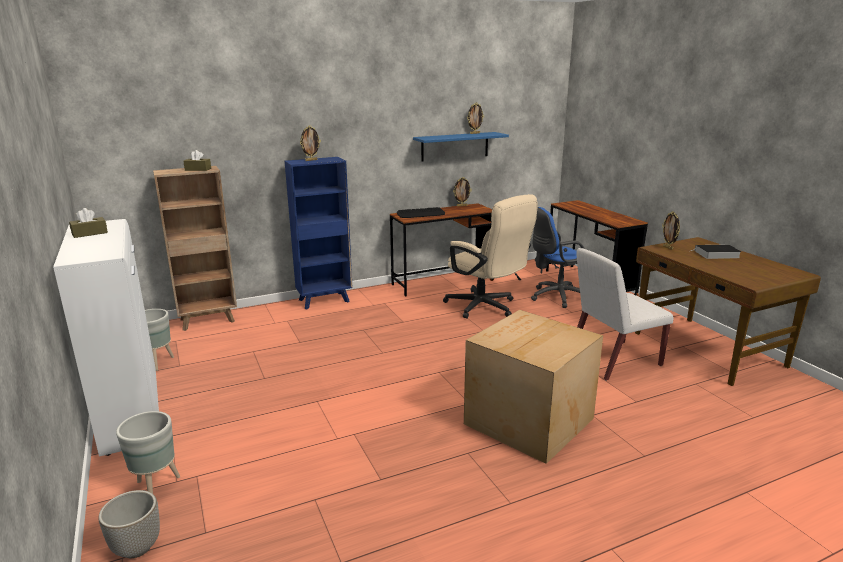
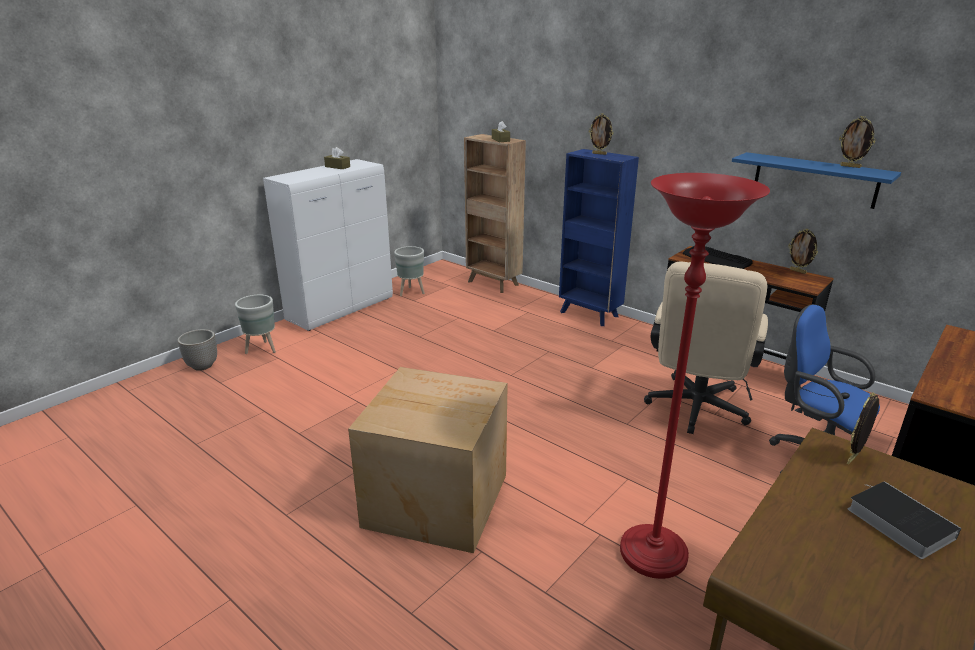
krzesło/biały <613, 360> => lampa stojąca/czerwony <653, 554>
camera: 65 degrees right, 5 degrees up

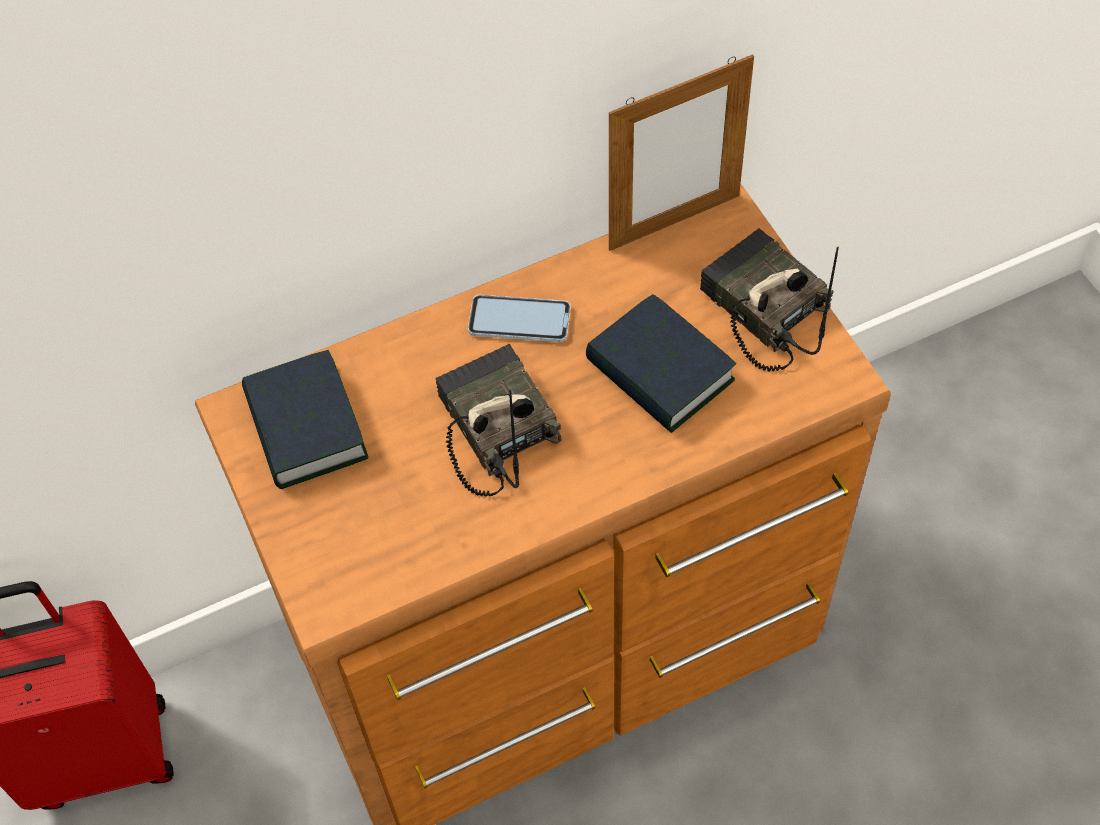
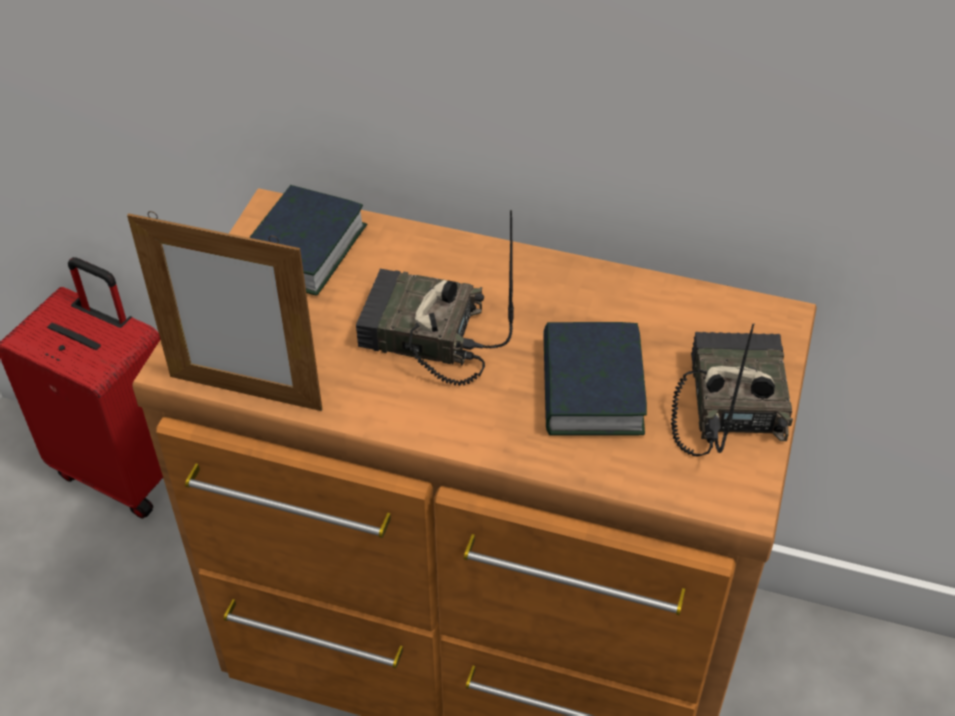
ramka na zdjęcie <674, 222> => ramka na zdjęcie <245, 392>, moved
telefon <519, 320> => nothing
radio <492, 428> => radio <423, 338>, 90 degrees counterclockwise
camera: 40 degrees right, 10 degrees down

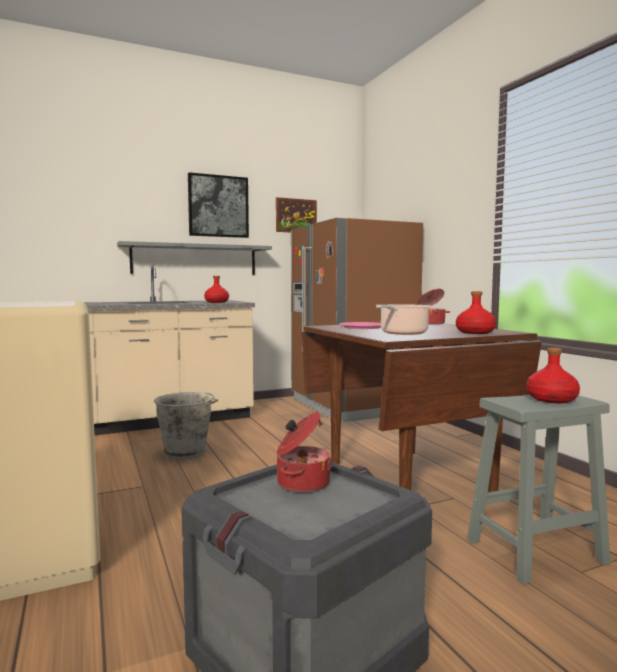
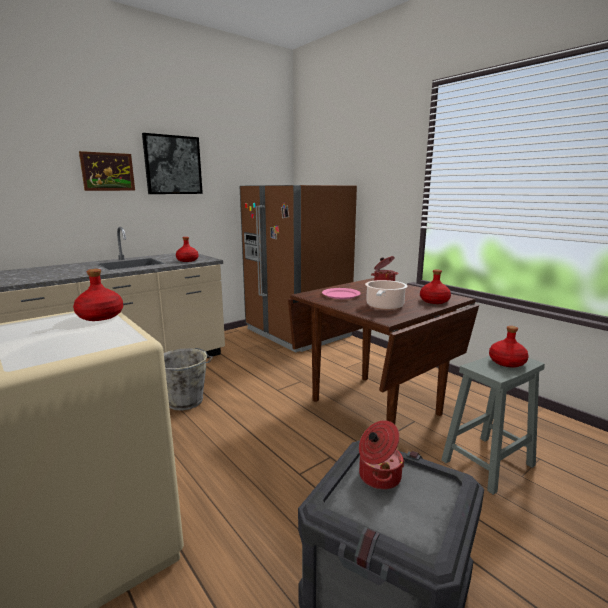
obraz <296, 215> => obraz <108, 171>, moved
półka/szary <195, 259> => nothing
nothing => butelka/czerwony <100, 316>
camera: 15 degrees left, 10 degrees up

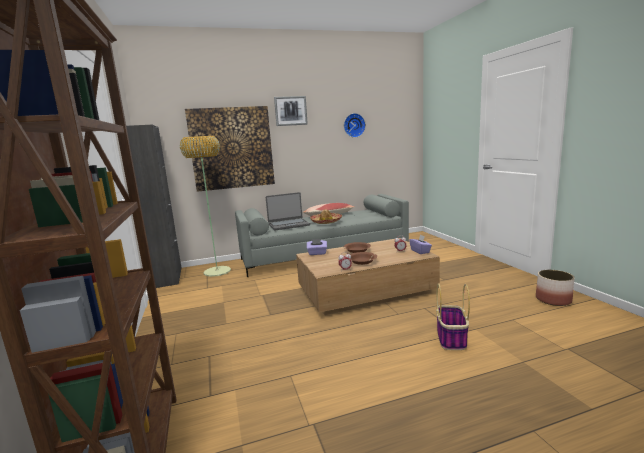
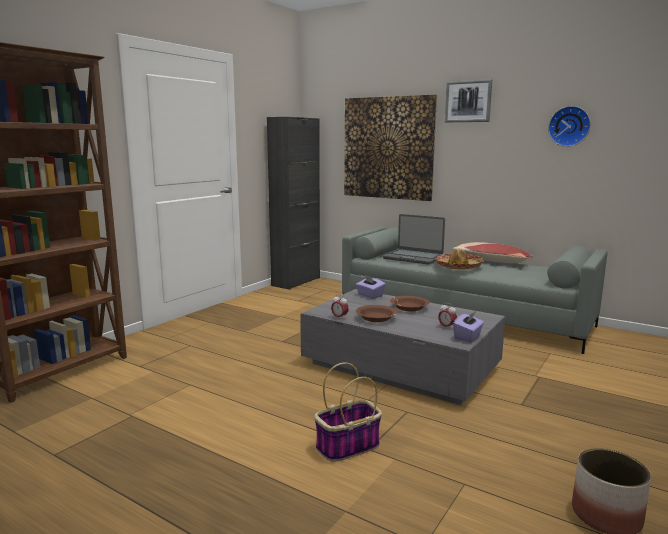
lampa stojąca <217, 271> => nothing
ława/brązowy <366, 291> => ława/szary <401, 366>
camera: 50 degrees right, 0 degrees up

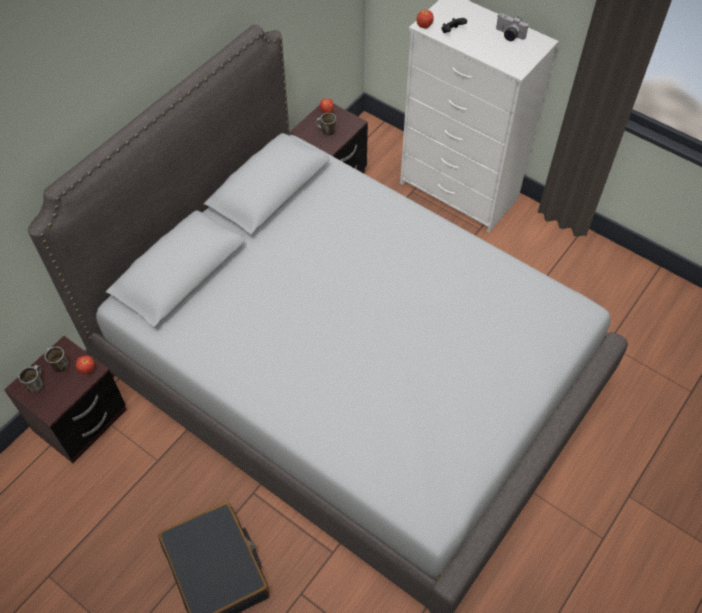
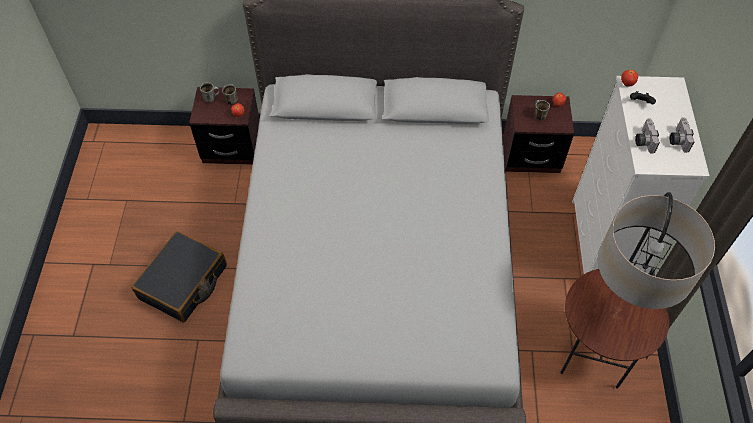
nothing => aparat fotograficzny <643, 141>
nothing => lampa stojąca <592, 354>
camera: 55 degrees right, 0 degrees up

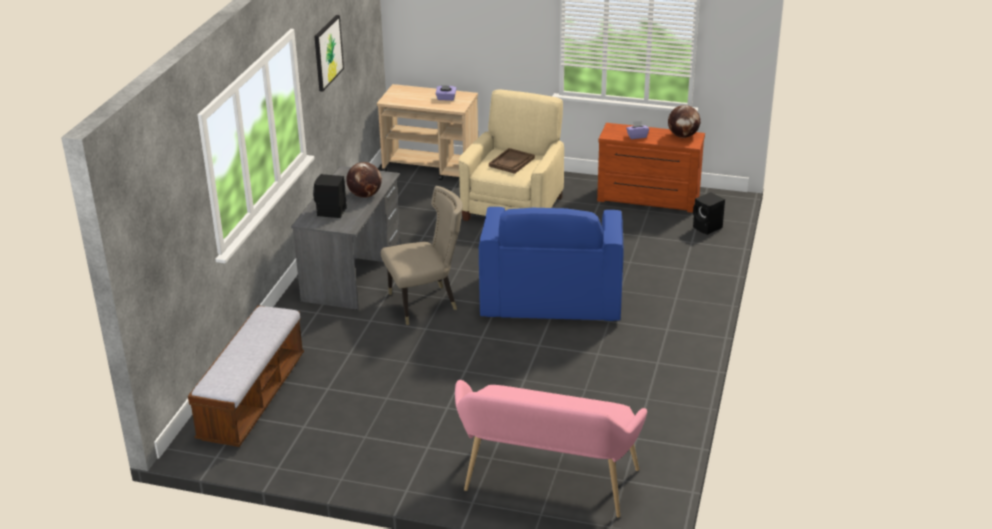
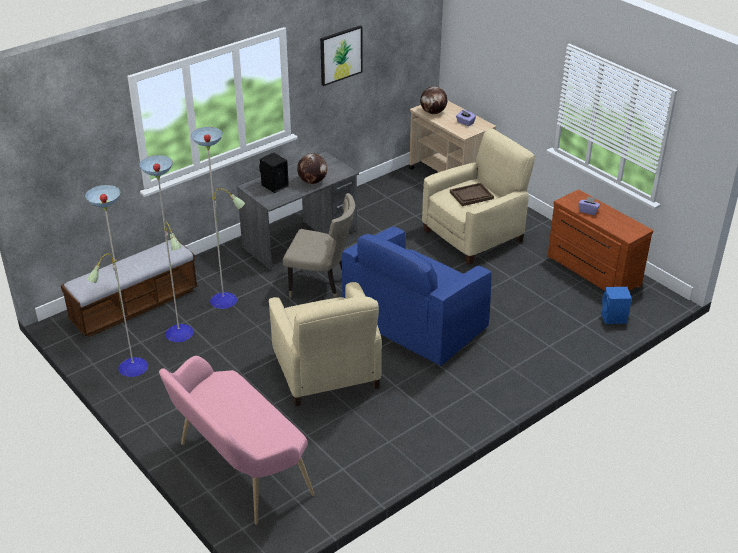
globus <683, 136> => globus <433, 112>, moved
głośnik/czarny <708, 228> => głośnik/niebieski <613, 318>
nothing => lampa stojąca <180, 334>
nothing => fotel/beżowy <326, 371>
camera: 35 degrees right, 5 degrees up

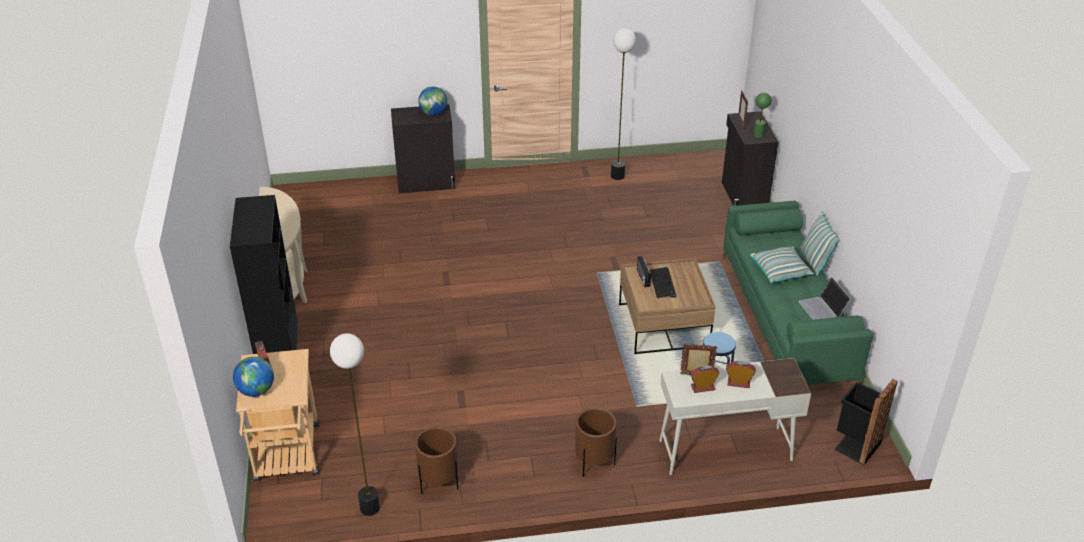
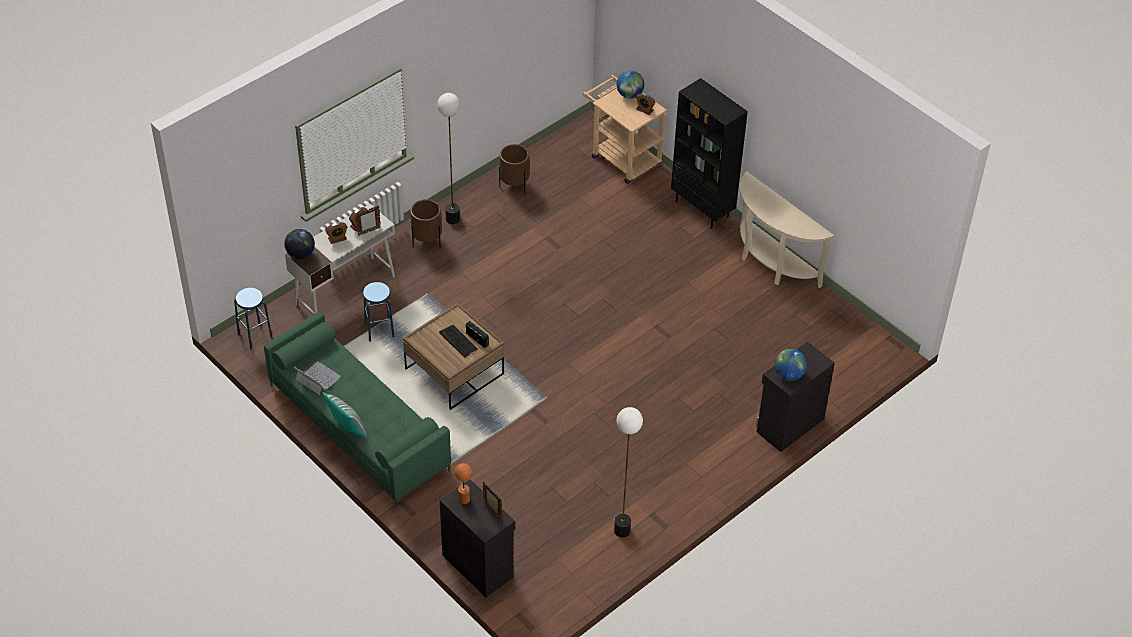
lampa stołowa/zielony <758, 135> => lampa stołowa/pomarańczowy <464, 499>
poduszka <780, 271> => nothing
lampa stojąca <370, 507> => lampa stojąca <452, 219>, moved
kosz na śmieci/czarny <855, 445> => stołek/niebieski <255, 336>
nothing => globus <300, 254>
camera: 145 degrees right, 10 degrees up

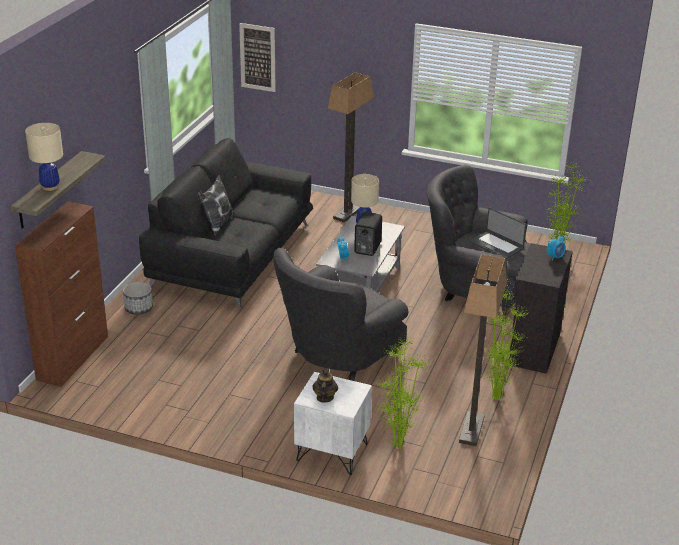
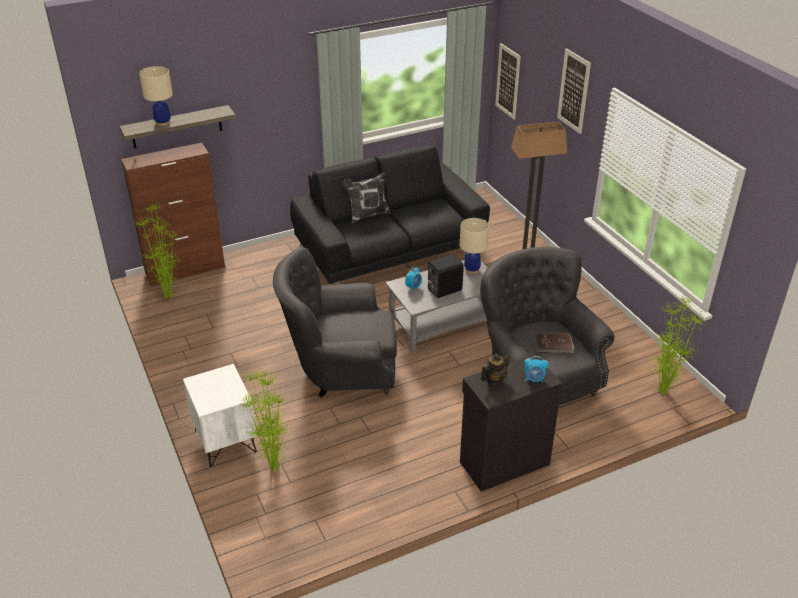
laptop <496, 245> => książka/brązowy <553, 345>
lampa stojąca <472, 430> => nothing
donica <138, 308> => nothing
roślina doniczkowa <495, 397> => roślina doniczkowa <168, 296>, moved
imbryk <324, 397> => imbryk <494, 380>, moved
nothing => obraz <573, 91>
camera: 45 degrees right, 5 degrees up

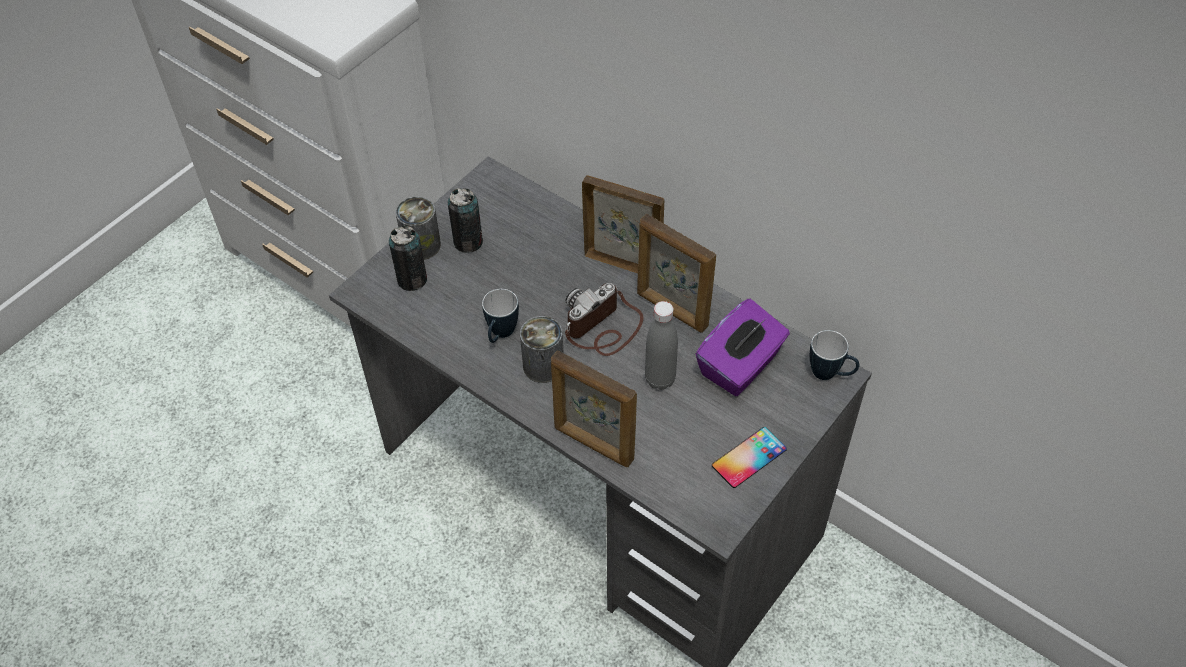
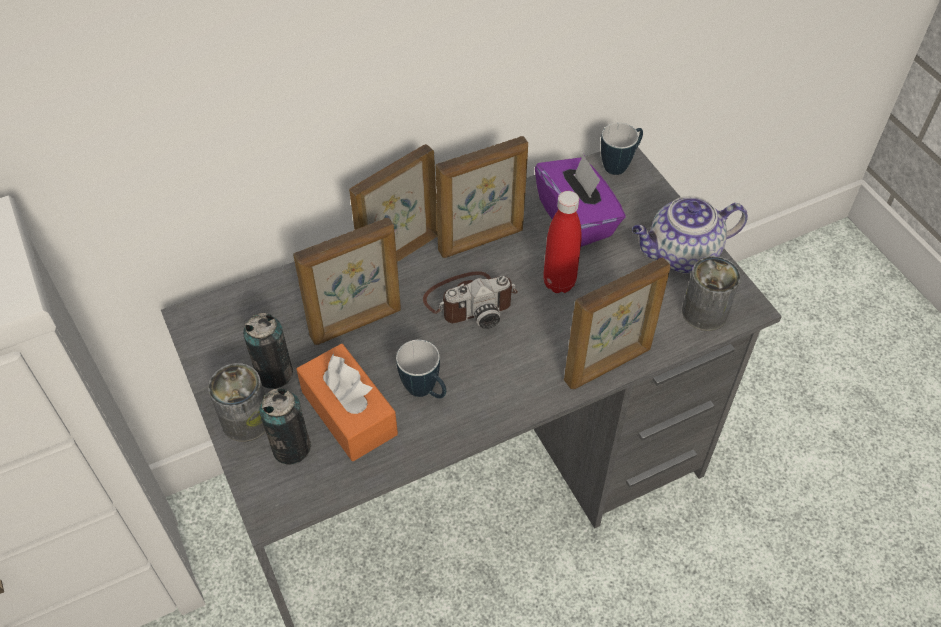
aparat fotograficzny <603, 328> => aparat fotograficzny <470, 301>, 90 degrees counterclockwise
butelka/szary <660, 379> => butelka/czerwony <559, 283>
puszka <543, 365> => puszka <704, 312>, moved
telefon <749, 457> => imbryk <681, 255>
nothing => ramka na zdjęcie <357, 324>
nothing => pudełko chusteczek/pomarańczowy <349, 413>
camera: 65 degrees left, 0 degrees up

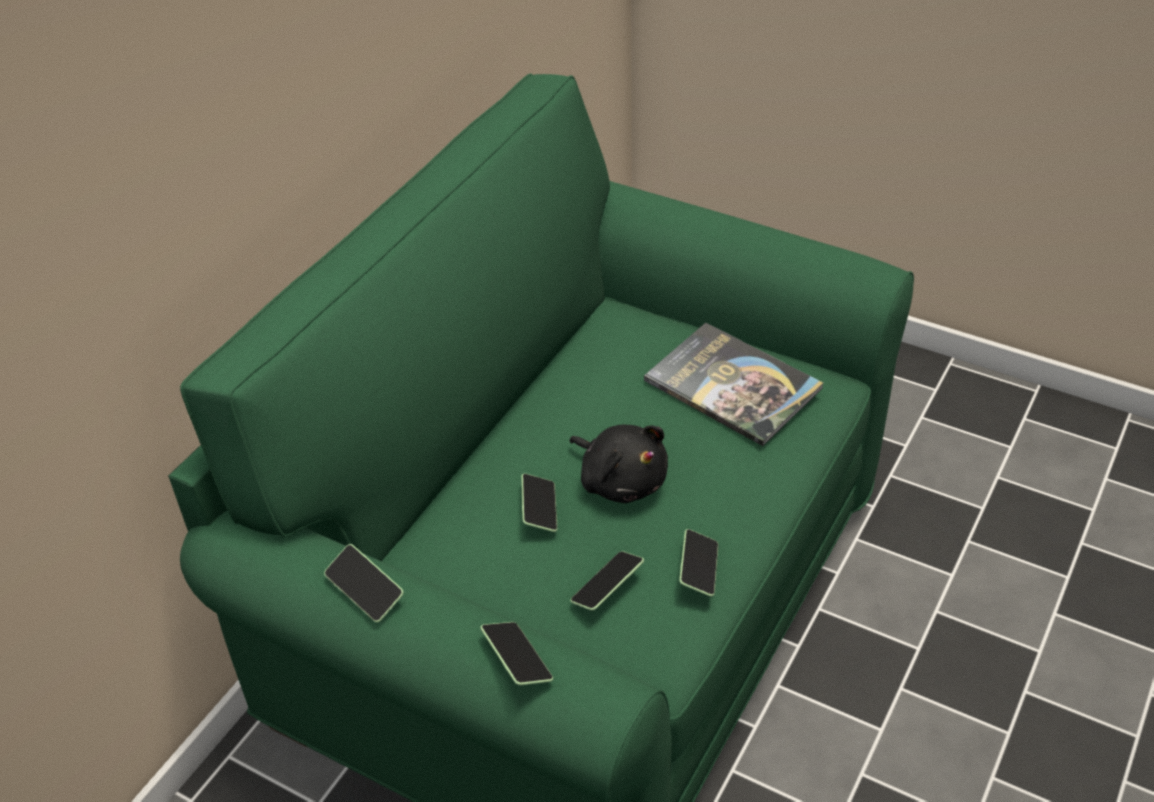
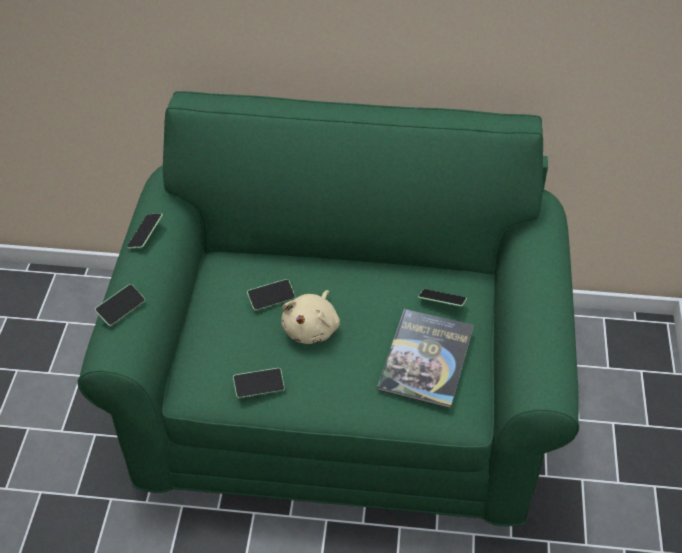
pluszak/czarny <621, 480> => pluszak/beżowy <312, 328>
telefon <607, 587> => telefon <441, 302>, moved
camera: 65 degrees right, 5 degrees up

